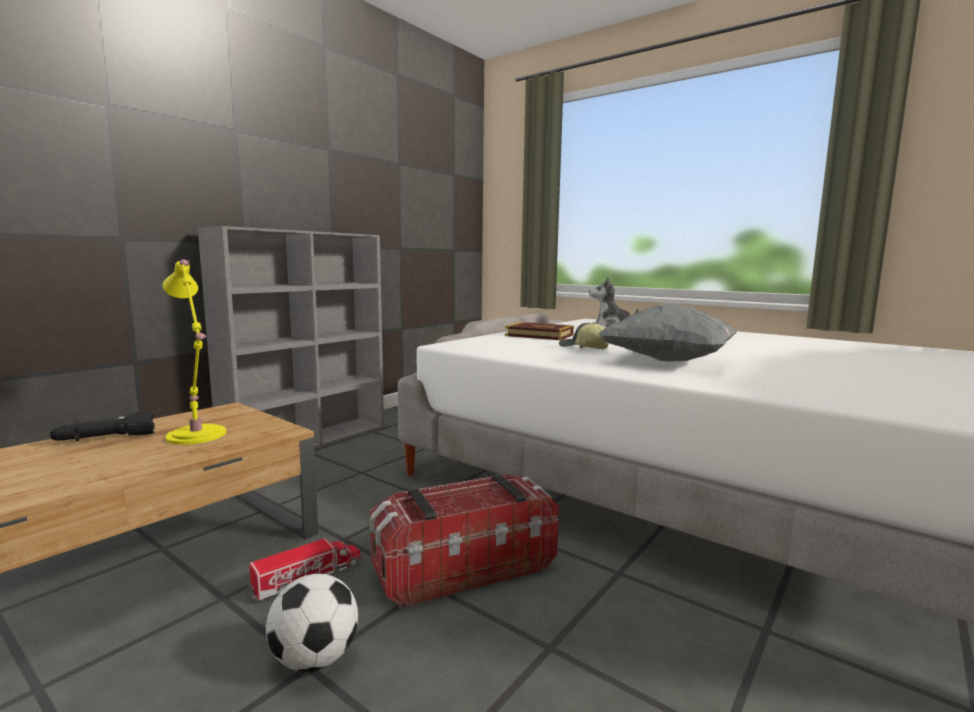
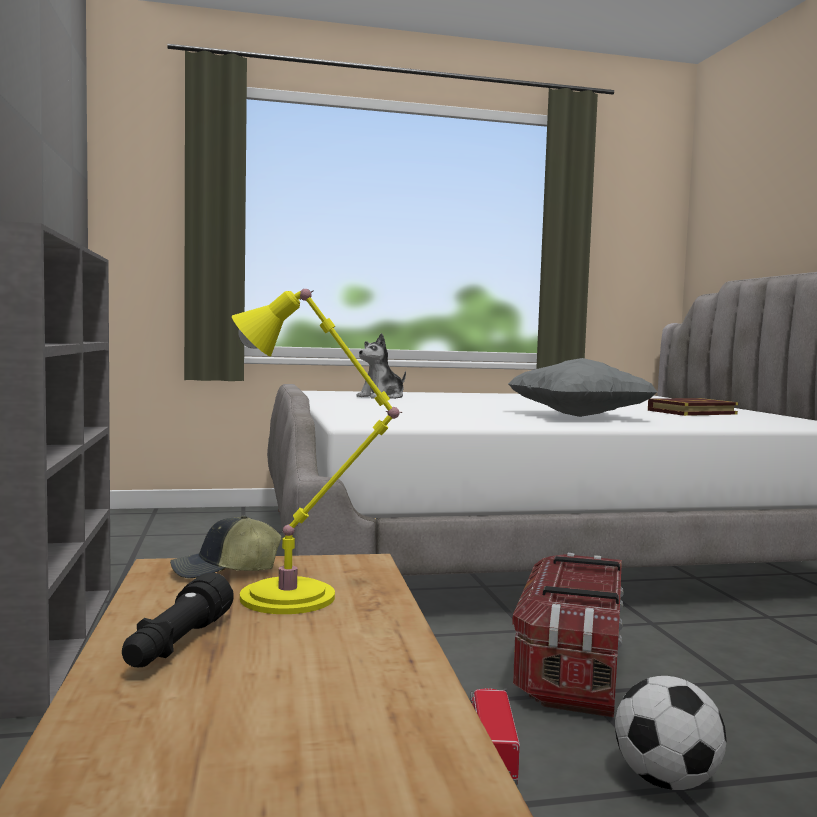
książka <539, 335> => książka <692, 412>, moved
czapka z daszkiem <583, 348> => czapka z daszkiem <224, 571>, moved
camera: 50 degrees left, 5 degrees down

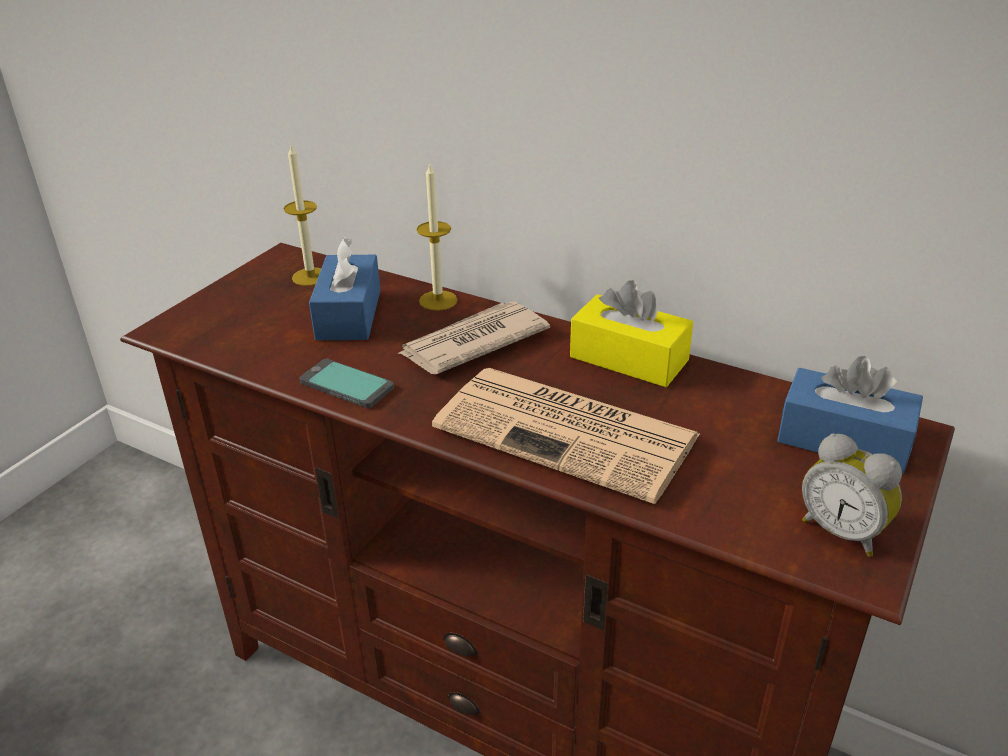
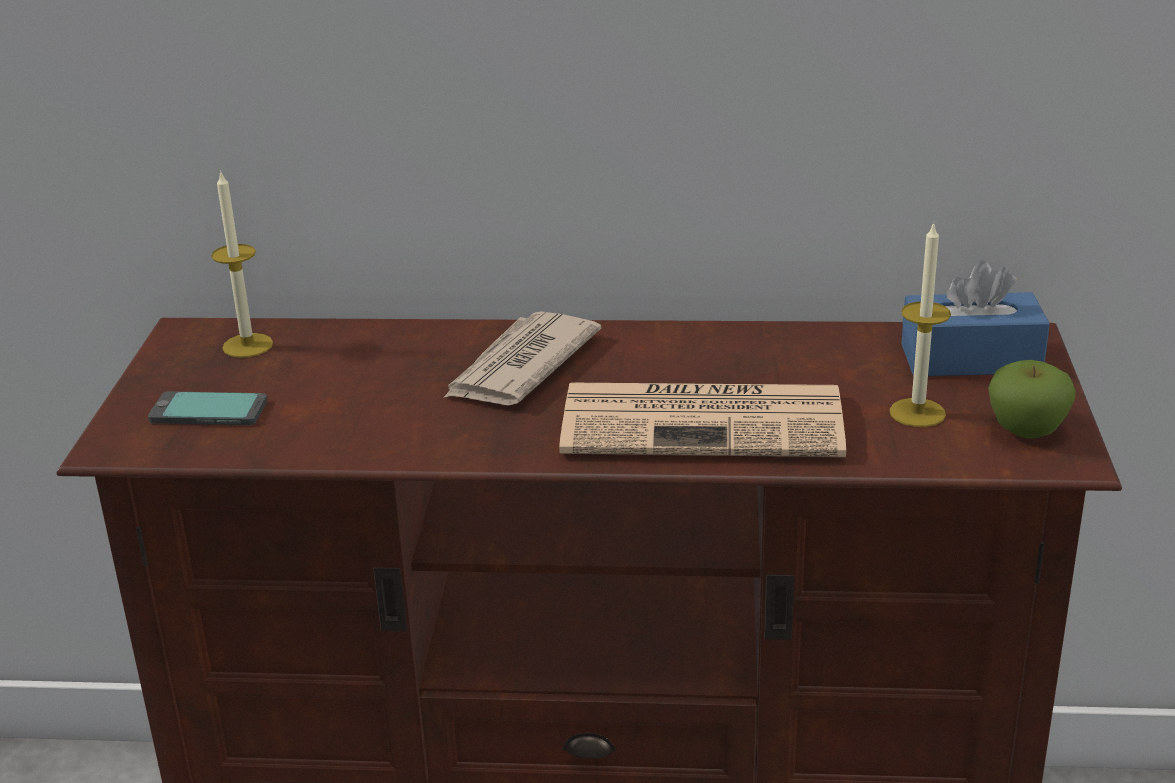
świeca <438, 300> => świeca <917, 413>, moved
pudełko chusteczek/niebieski <349, 314> => nothing
pudełko chusteczek/żółty <629, 359> => nothing
telefon <346, 385> => telefon <208, 411>, moved
budzik <842, 531> => jabłko <1026, 432>
camera: 25 degrees left, 5 degrees down

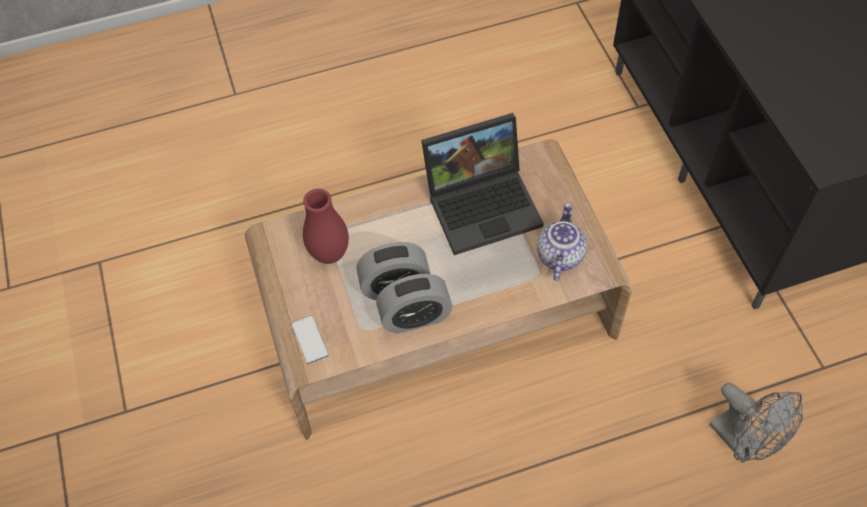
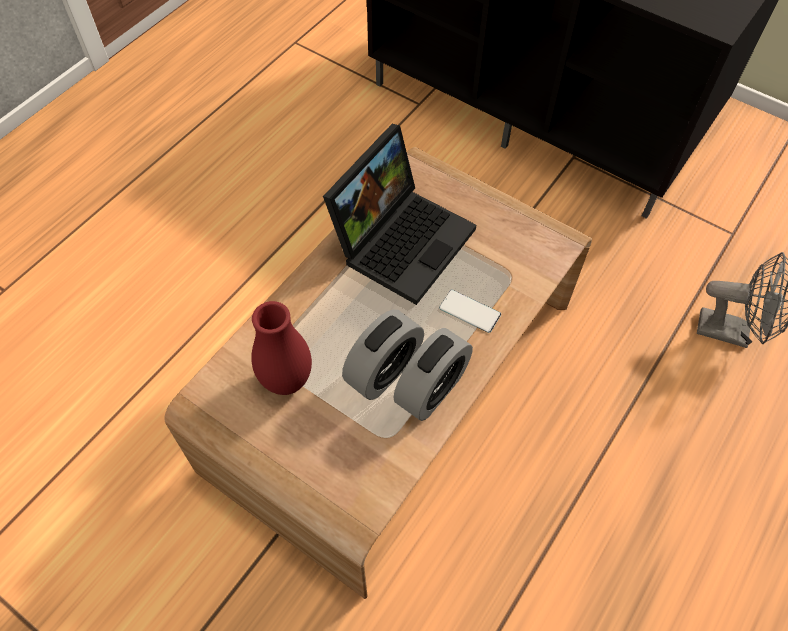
imbryk <558, 255> => nothing
telefon <309, 340> => telefon <469, 311>, moved
camera: 40 degrees left, 0 degrees up

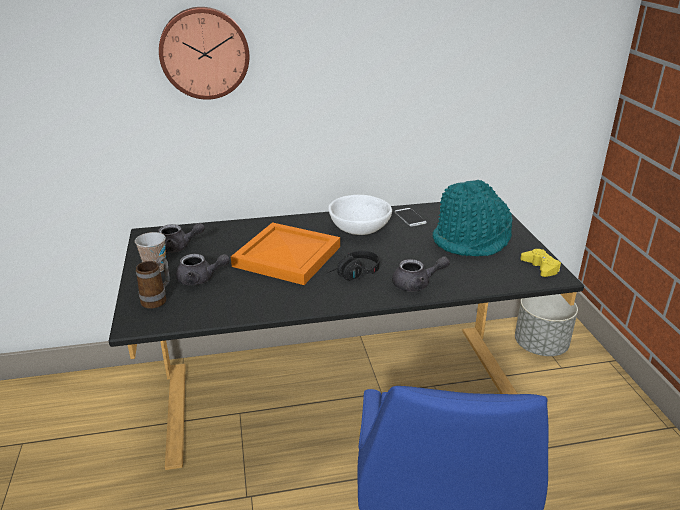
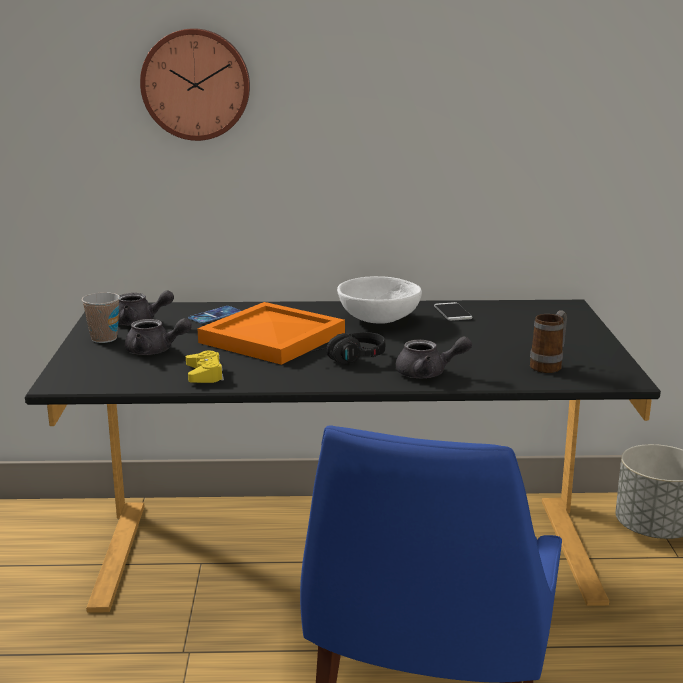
kapelusz/turkusowy <472, 241> => nothing
pad do gier/żółty <540, 267> => pad do gier/żółty <205, 374>, moved
kubek <158, 299> => kubek <549, 365>, moved
nothing => telefon <215, 315>
camera: 10 degrees right, 10 degrees down

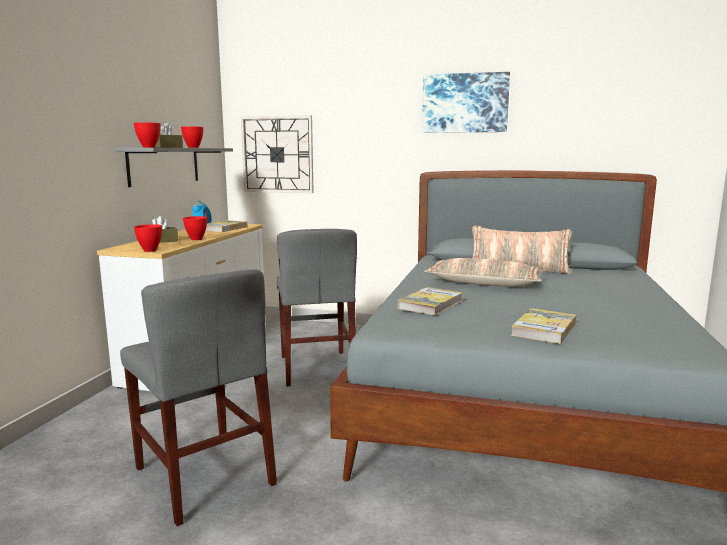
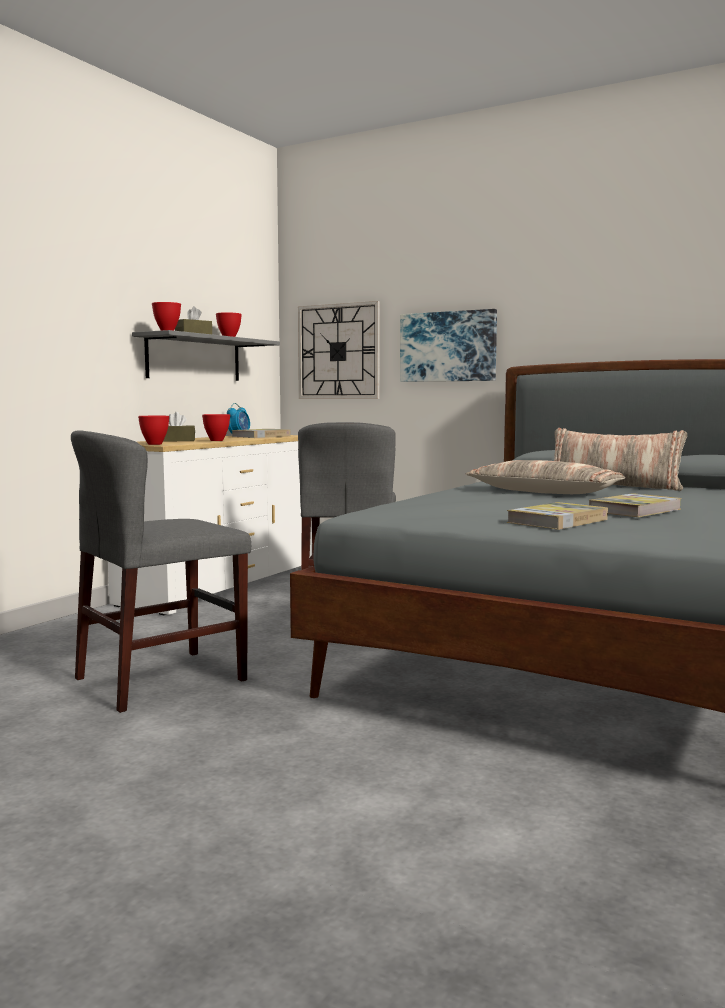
obraz <465, 103> => obraz <448, 346>, moved
krzesło/szary <204, 476> => krzesło/szary <161, 679>, 75 degrees clockwise
książka <430, 304> => książka <635, 510>, moved
camera: 15 degrees right, 5 degrees down

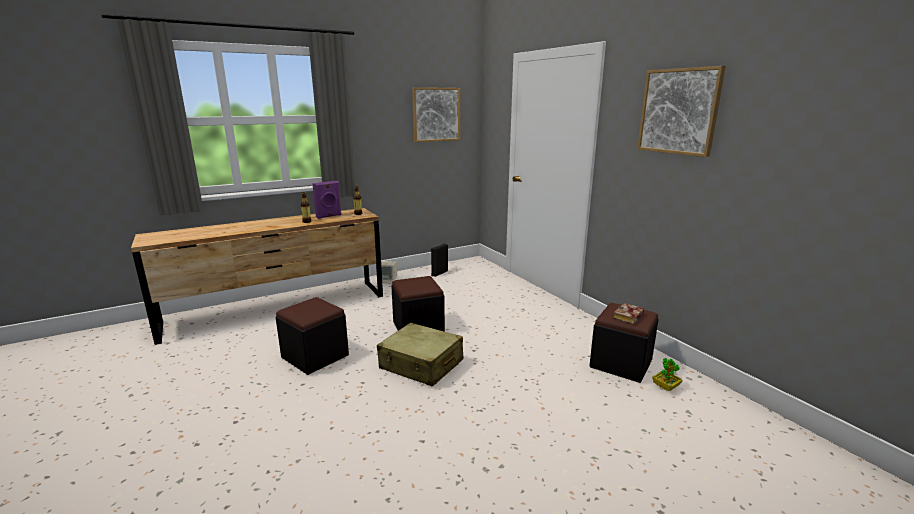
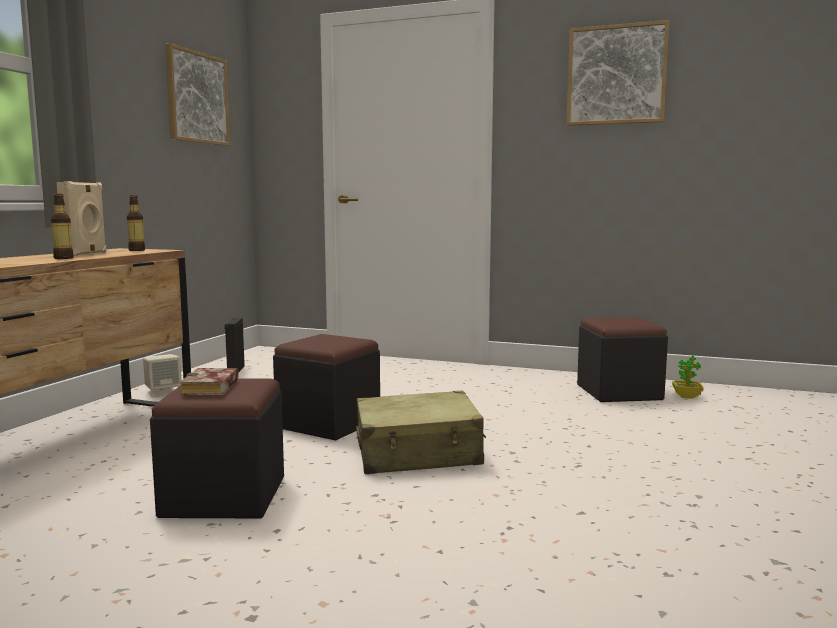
głośnik/fioletowy <329, 216> => głośnik/beżowy <86, 254>
książka <629, 317> => książka <211, 389>, moved
camera: 40 degrees left, 10 degrees down

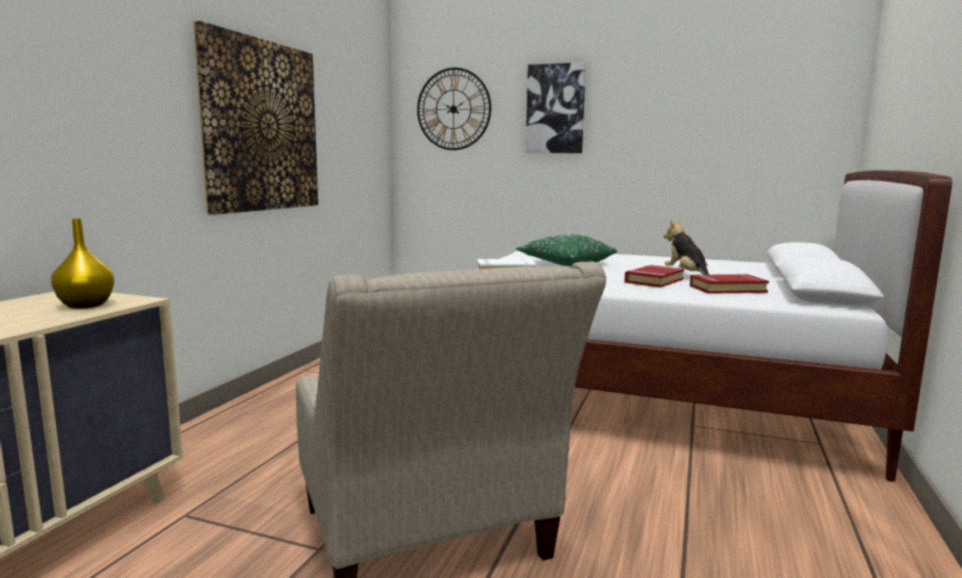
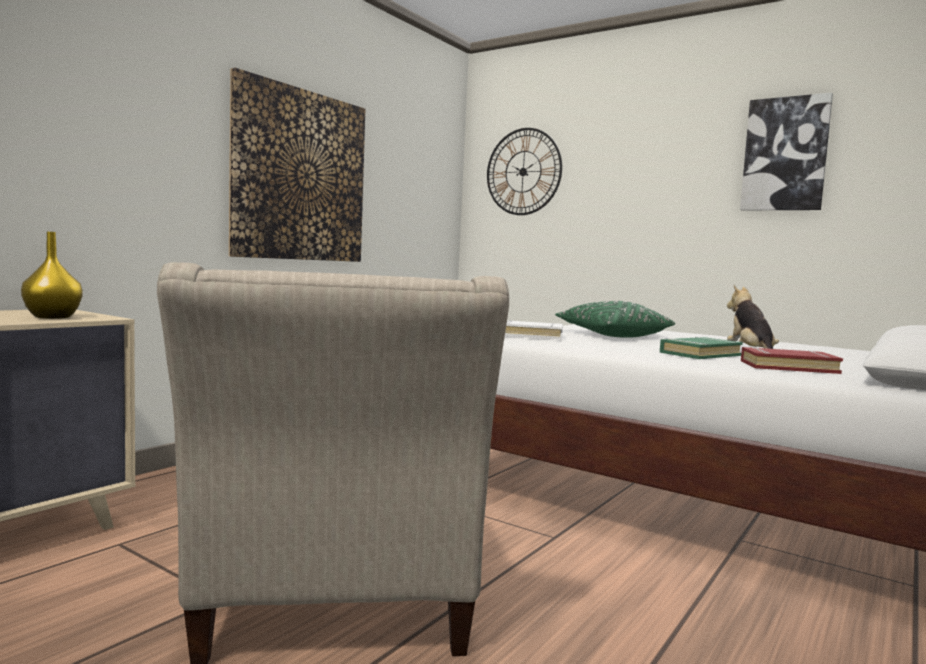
obraz <555, 109> => obraz <785, 154>, moved
książka/czerwony <653, 281> => książka/zielony <699, 354>
camera: 15 degrees right, 5 degrees down

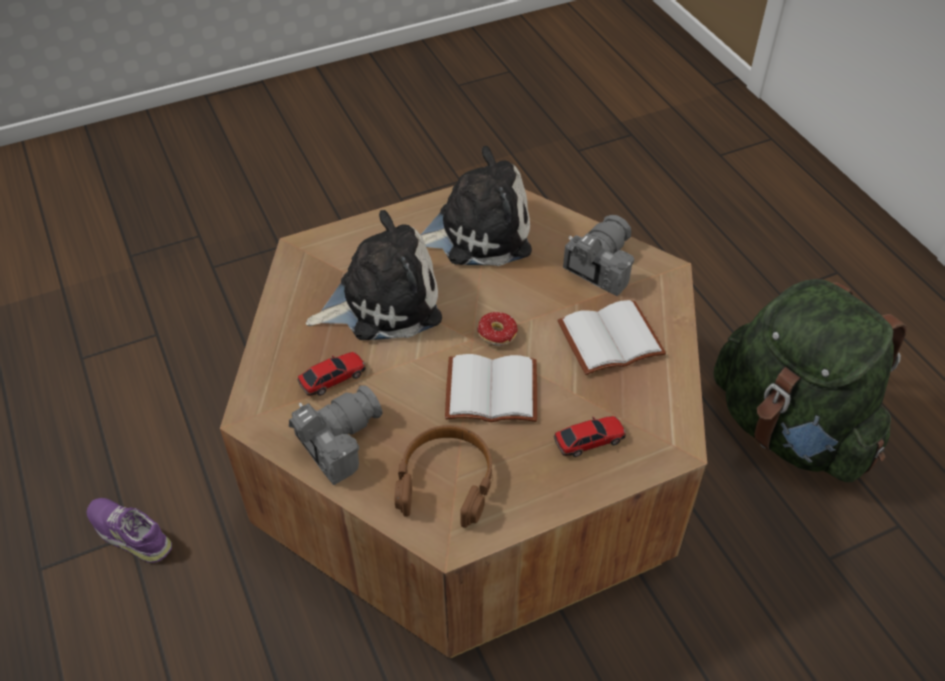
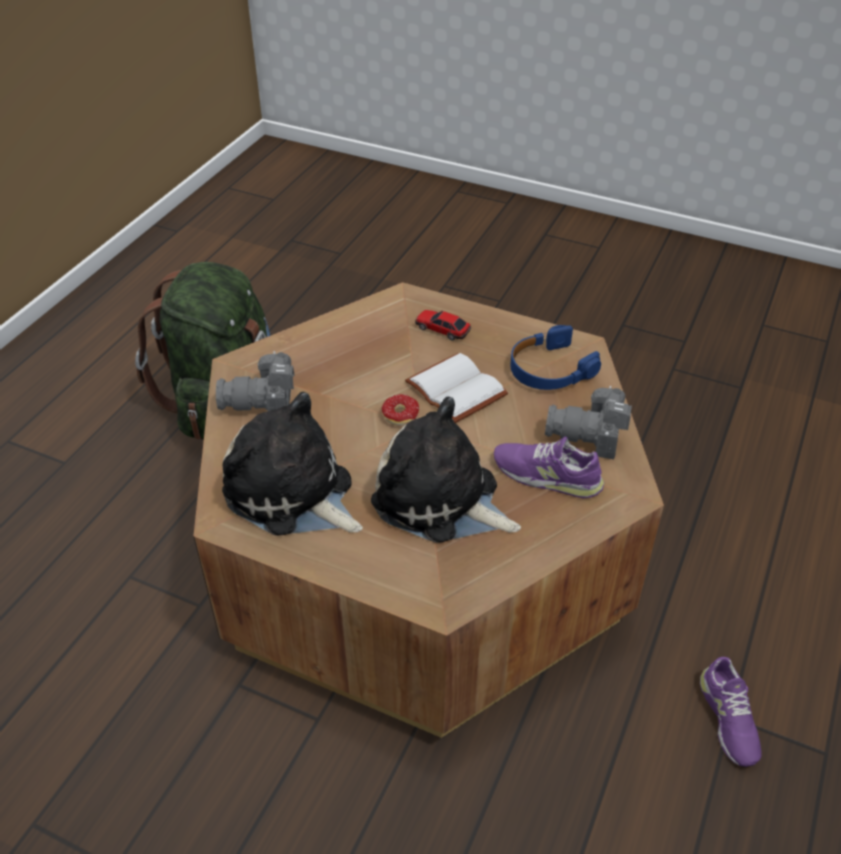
książka/biały <610, 337> => nothing
samochodzik <332, 378> => but/fioletowy <547, 475>
słuchawki/brązowy <446, 481> => słuchawki/niebieski <549, 369>
camera: 130 degrees left, 5 degrees down

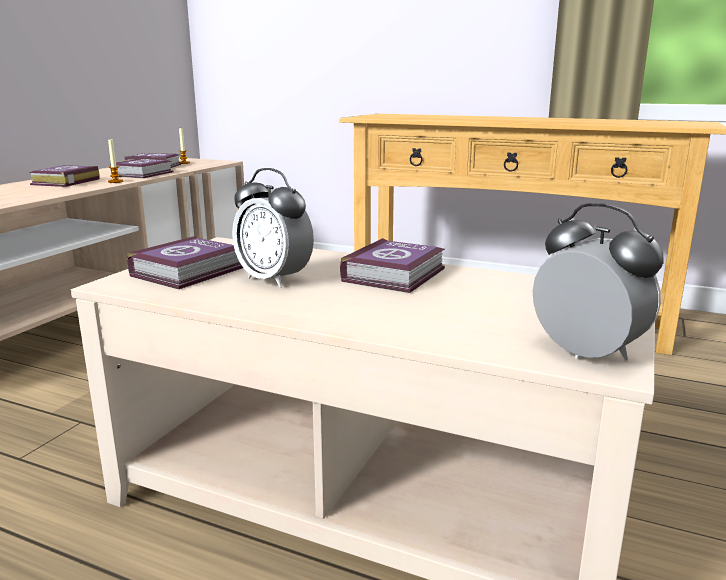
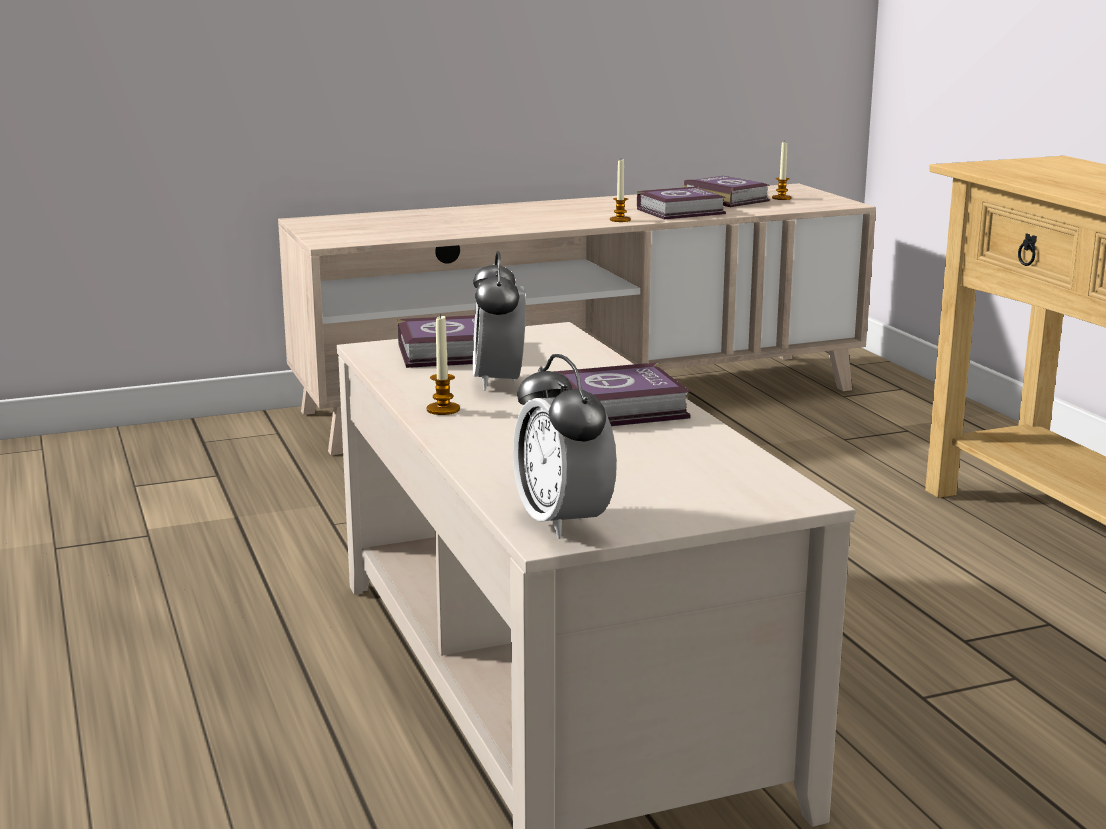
książka <64, 182> => nothing
budzik <586, 354> => budzik <563, 522>, 150 degrees clockwise
nothing => świeca <443, 409>
camera: 45 degrees right, 0 degrees up

